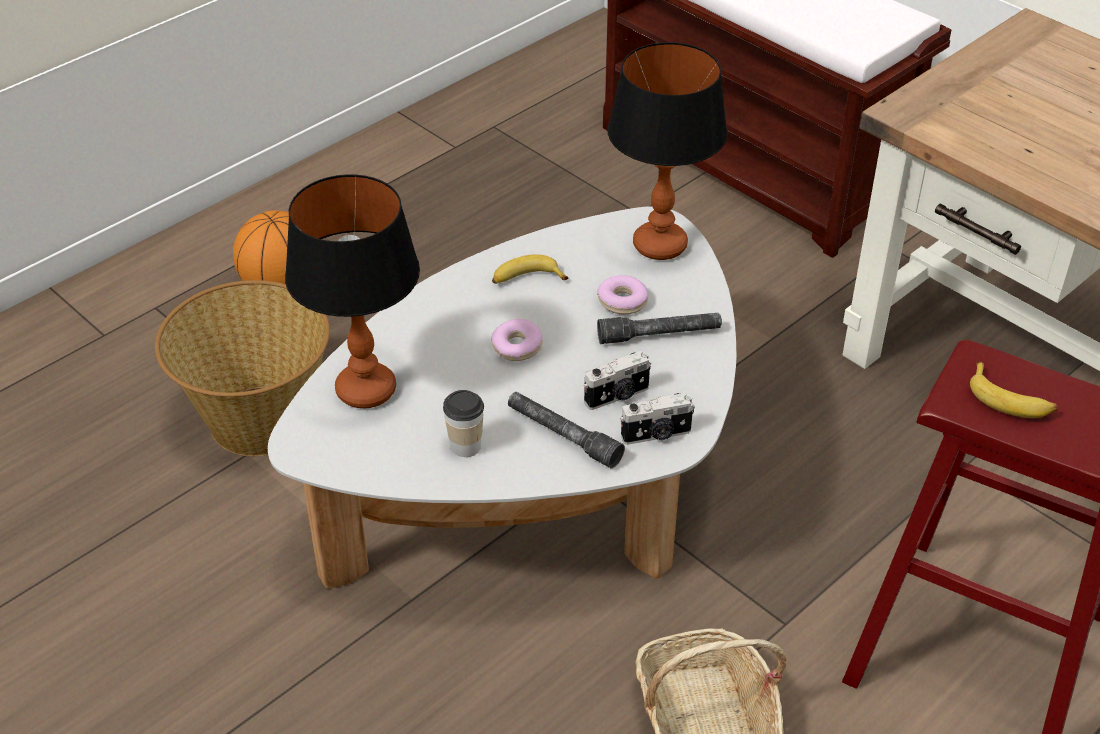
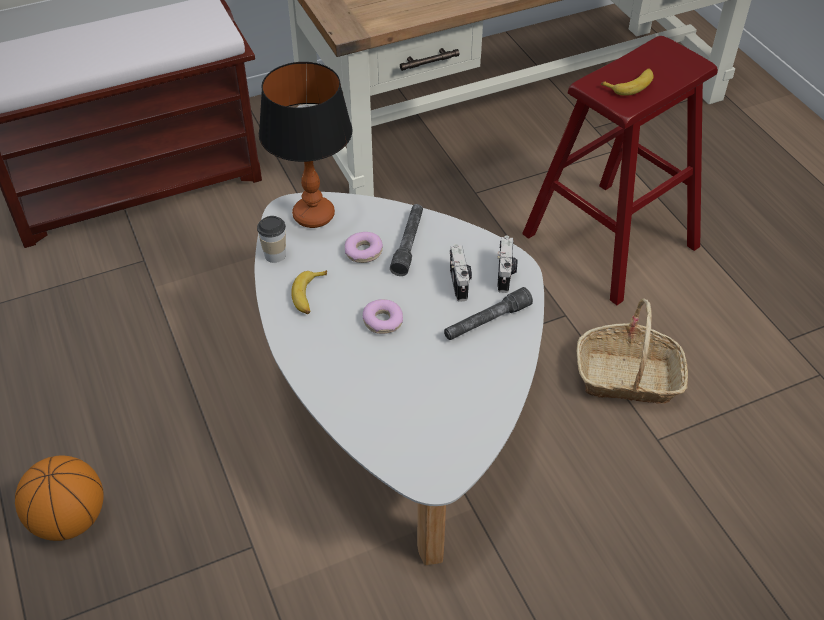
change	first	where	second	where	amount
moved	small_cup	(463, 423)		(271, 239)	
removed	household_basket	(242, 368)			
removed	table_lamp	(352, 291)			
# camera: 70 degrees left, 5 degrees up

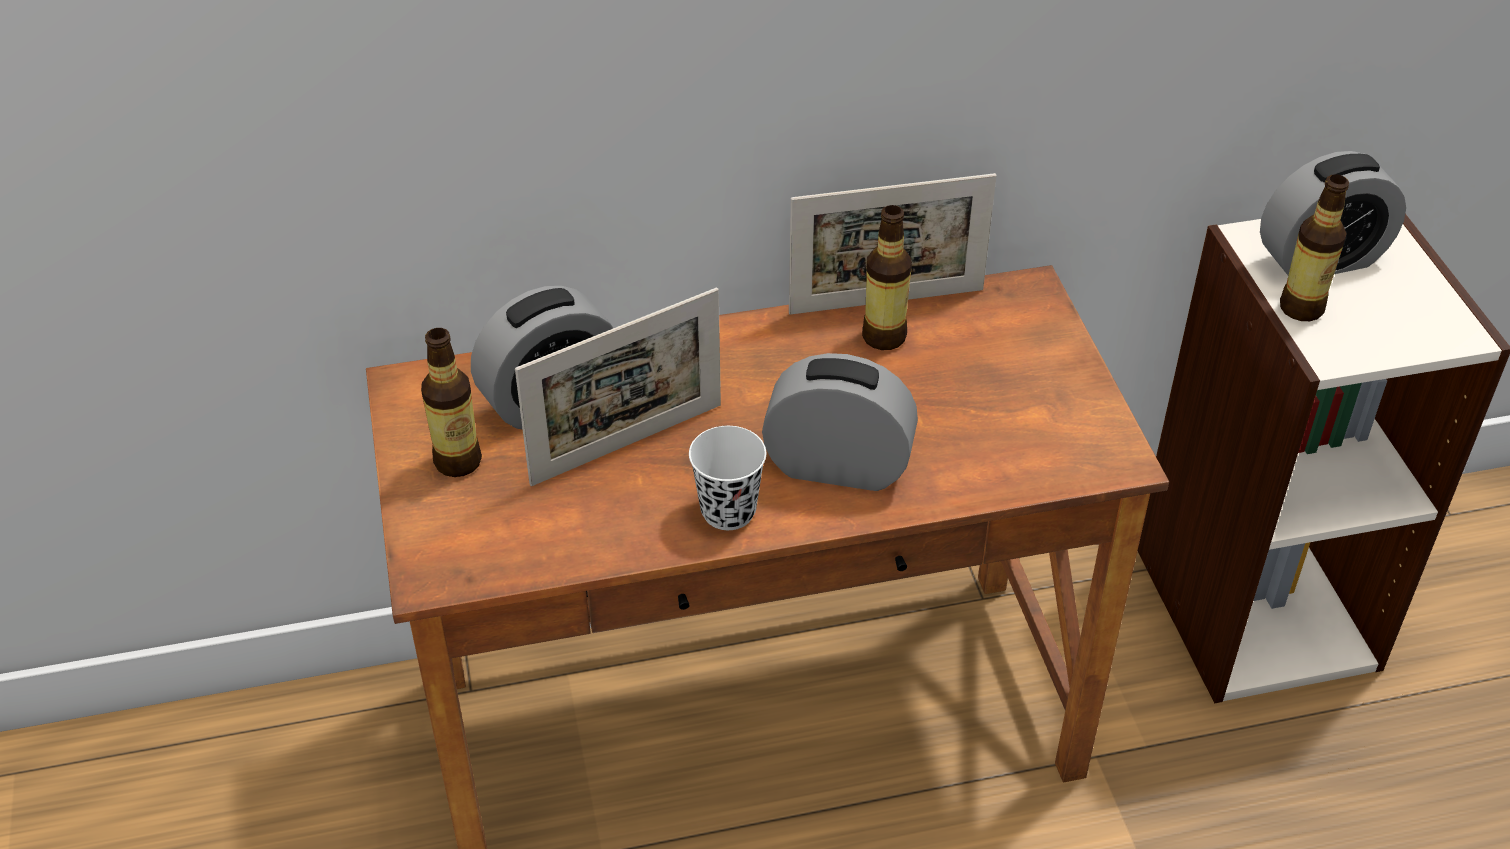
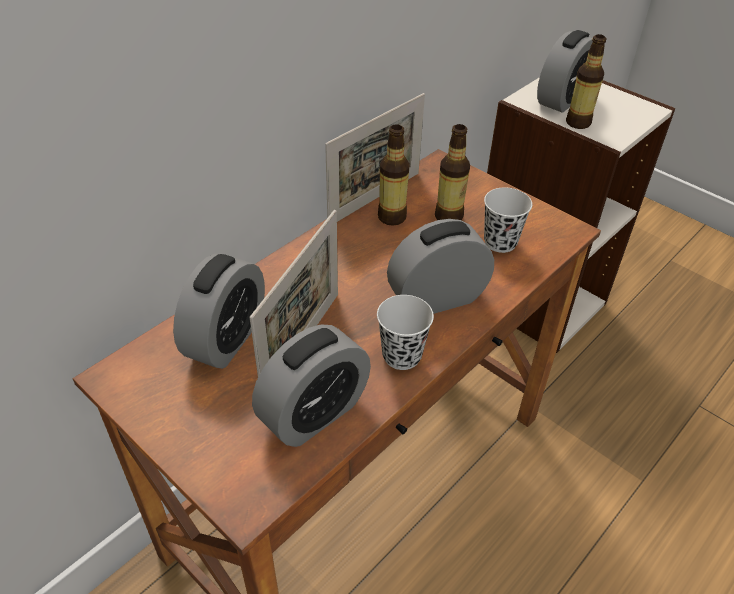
change	first	where	second	where	amount
added			alarm_clock	(311, 386)	
moved	beverage_bottle	(451, 402)		(452, 172)	
added			whitish_small_cup	(508, 220)	
# camera: 35 degrees left, 0 degrees up

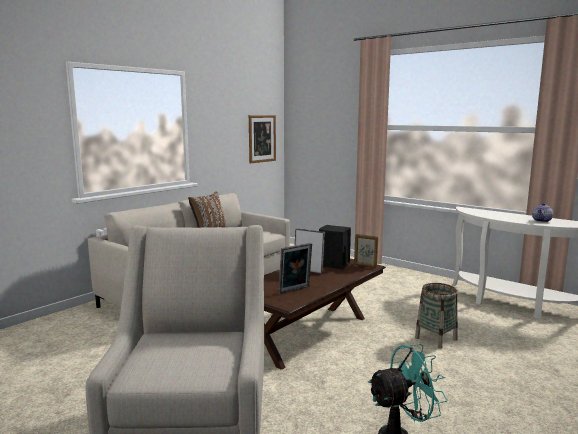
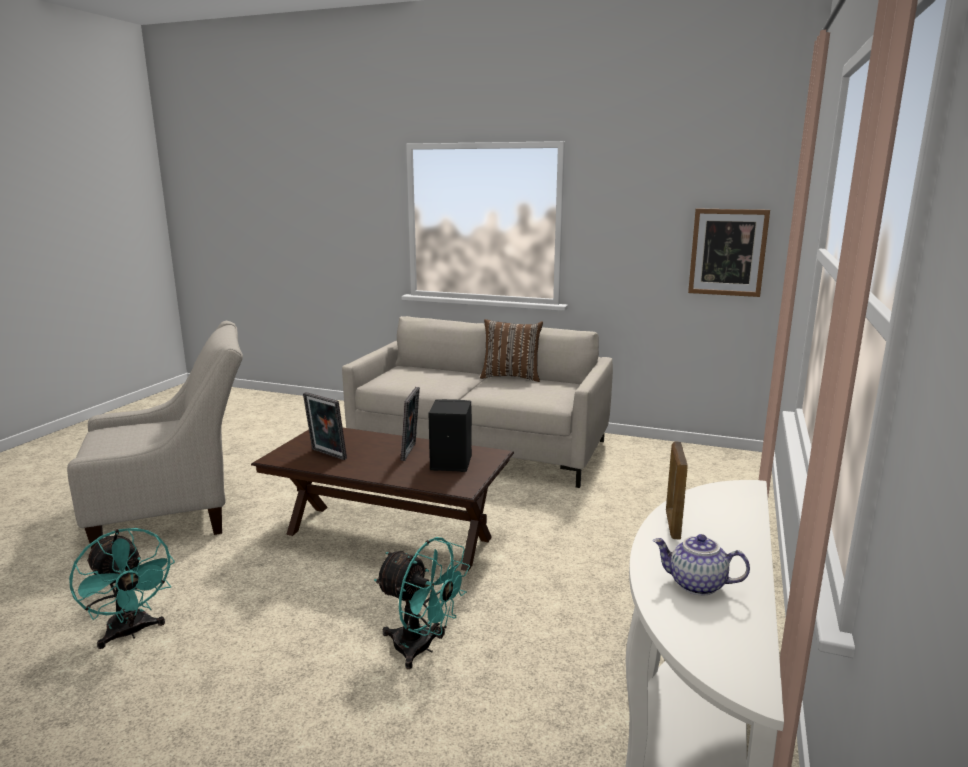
change	first	where	second	where	amount
replaced	household_basket	(436, 316)	blue-green_fan	(422, 603)	
moved	photo_frame	(366, 251)		(677, 490)	
# camera: 70 degrees right, 5 degrees up

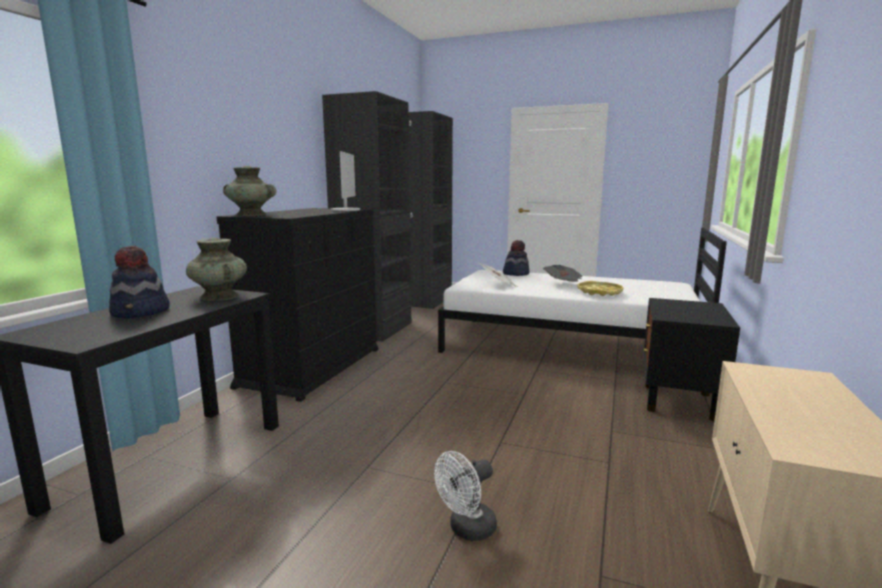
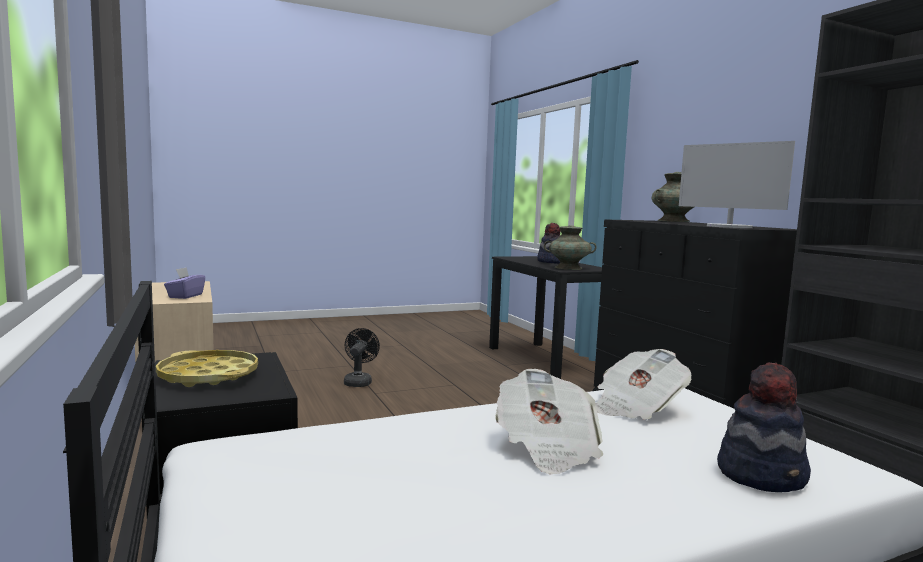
change	first	where	second	where	amount
moved	yellow_serving_tray	(600, 288)		(207, 368)	
added			purple-coloured_tissue_box	(184, 283)	
recoloured	whitish_fan	(465, 496)	black-coloured_fan	(362, 357)	
# camera: 135 degrees right, 5 degrees down

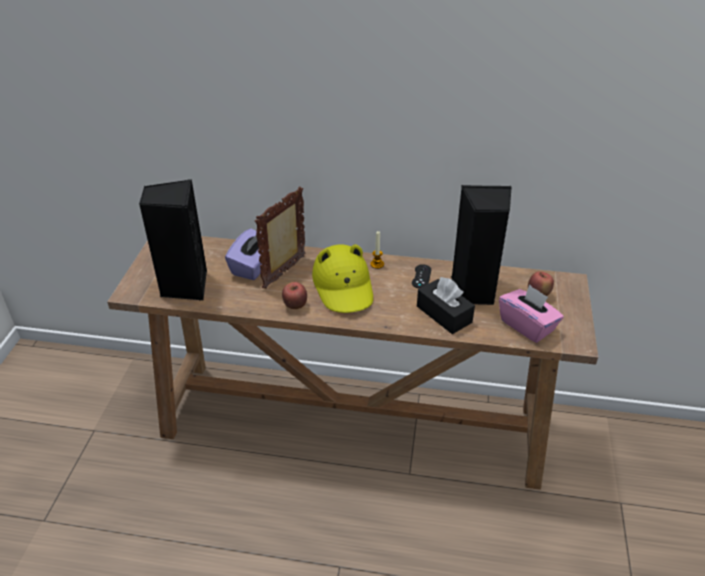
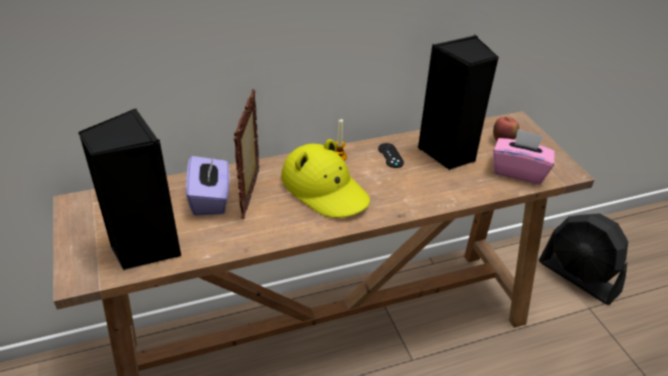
change	first	where	second	where	amount
added			black-coloured_fan	(583, 259)	
removed	apple	(294, 295)			
removed	black-coloured_tissue_box	(446, 305)			
# camera: 30 degrees left, 0 degrees up

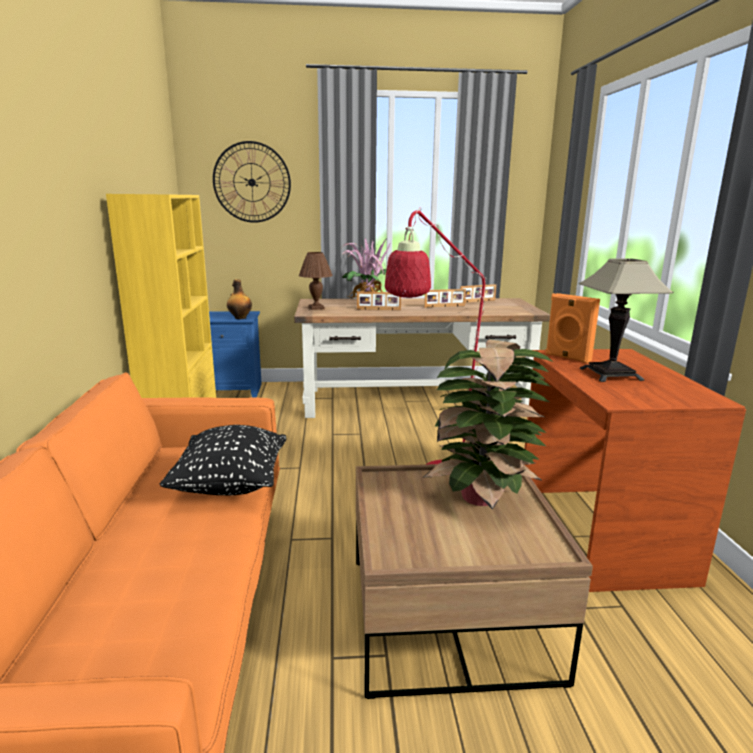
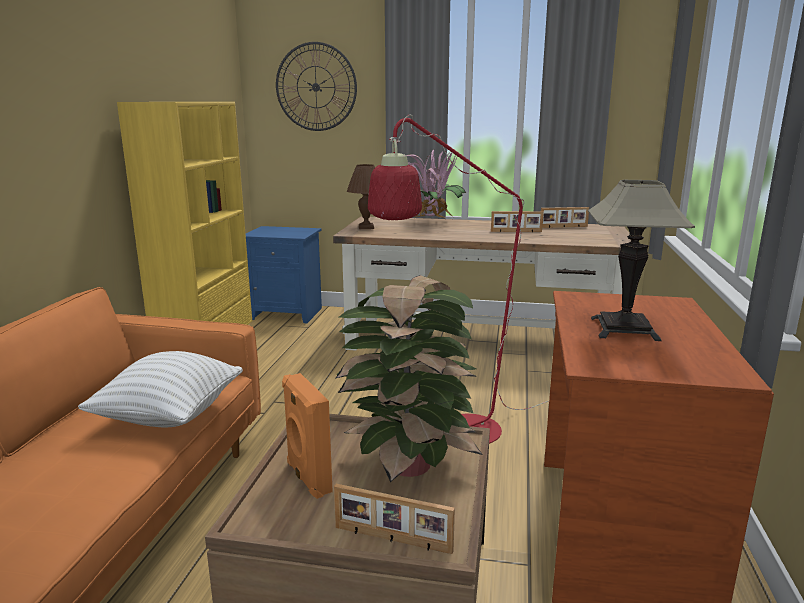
change	first	where	second	where	amount
recoloured	black-coloured_pillow	(223, 460)	whitish_pillow	(160, 389)	
moved	orange_speaker	(572, 328)		(307, 436)	
moved	photo_frame	(379, 300)		(394, 519)	
removed	beverage_bottle	(239, 299)			
# camera: 15 degrees right, 0 degrees up

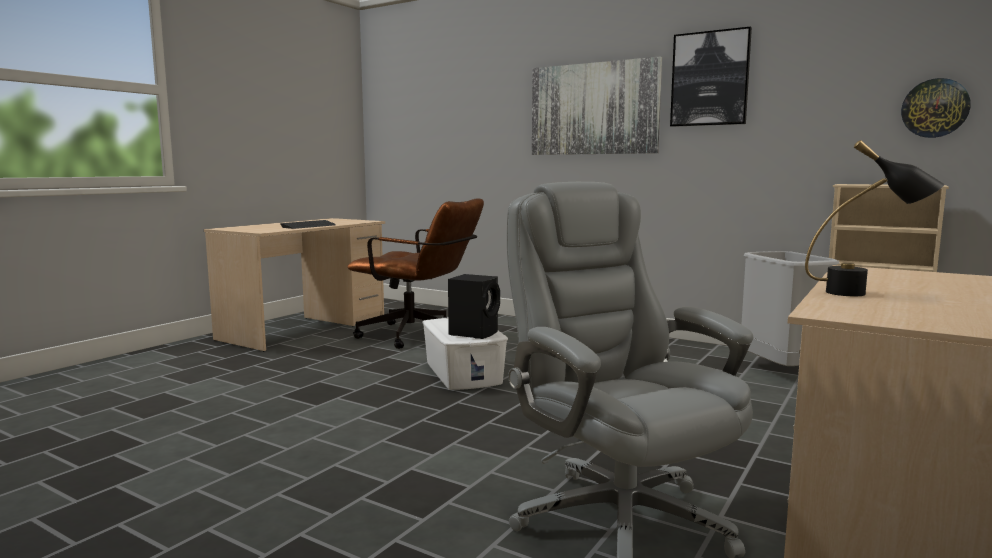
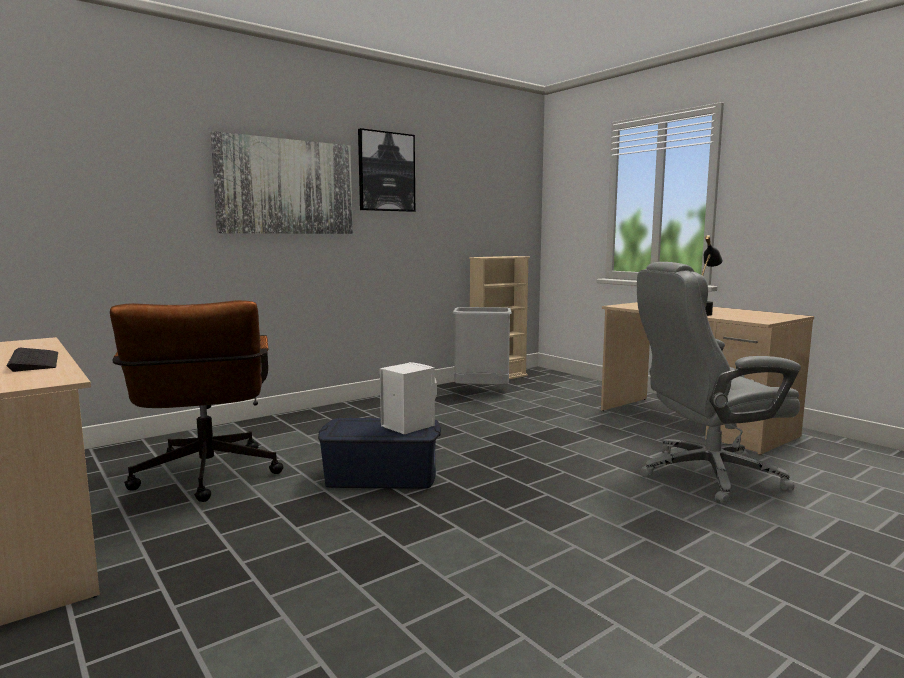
change	first	where	second	where	amount
turned	brownish_desk_chair	(415, 273)		(196, 401)	120 degrees clockwise
recoloured	whitish_storage_bin	(465, 354)	blue-coloured_storage_bin	(379, 453)	
recoloured	black-coloured_speaker	(474, 306)	whitish_speaker	(408, 398)	
removed	wall_clock	(936, 108)			
# camera: 70 degrees left, 0 degrees up

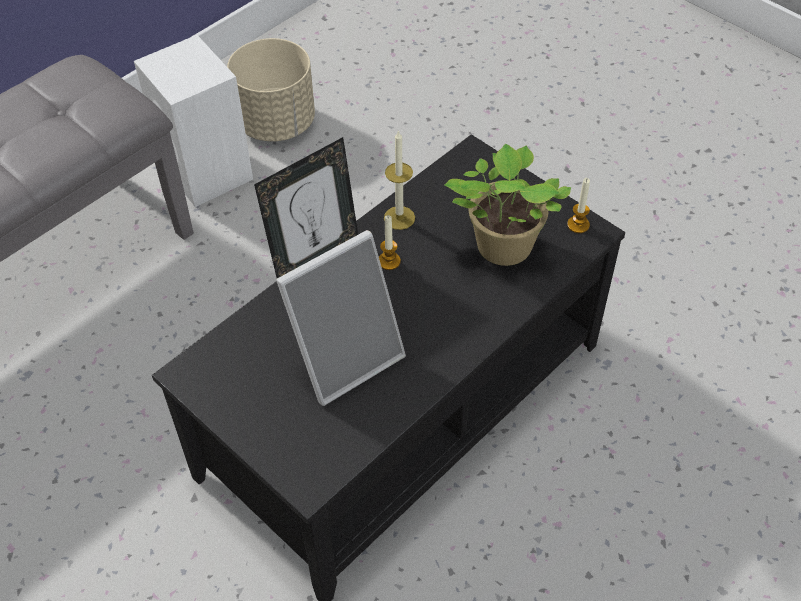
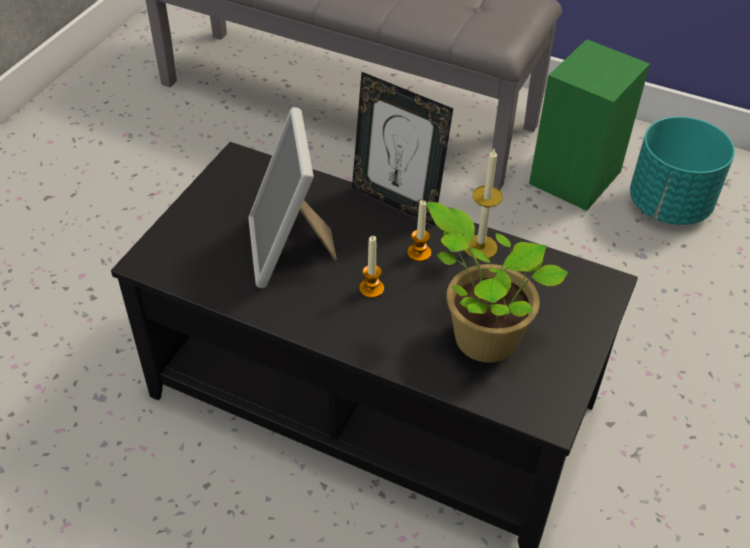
change	first	where	second	where	amount
turned	photo_frame	(341, 318)		(292, 197)	45 degrees clockwise
moved	wax_light	(578, 205)		(371, 267)	
recoloured	whitish_speaker	(193, 121)	green-coloured_speaker	(589, 125)	
recoloured	beige_plant_pot	(271, 90)	blue-green_plant_pot	(682, 171)	
# camera: 70 degrees right, 5 degrees down

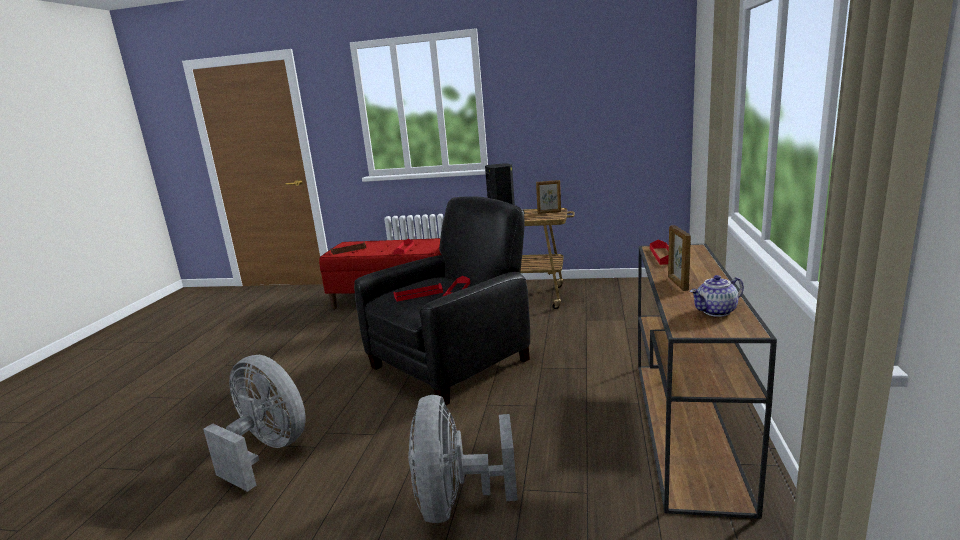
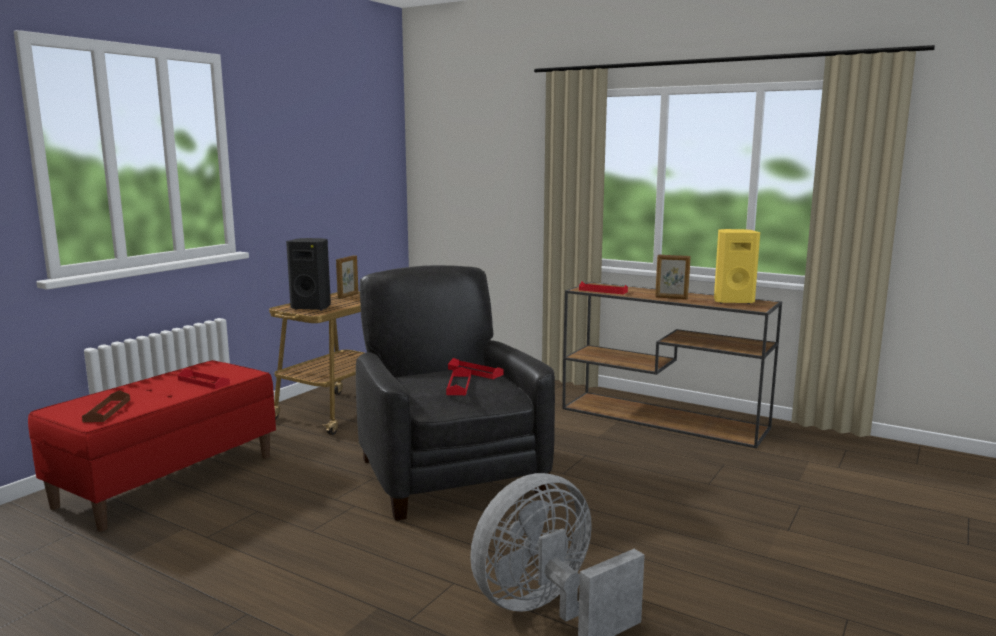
change	first	where	second	where	amount
replaced	teapot	(717, 296)	yellow_speaker	(737, 266)	
removed	greyish_fan	(463, 459)			
# camera: 70 degrees left, 5 degrees down

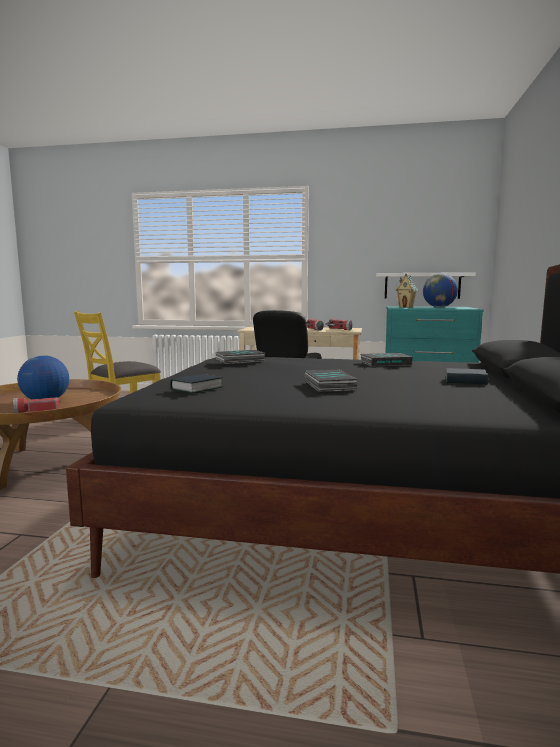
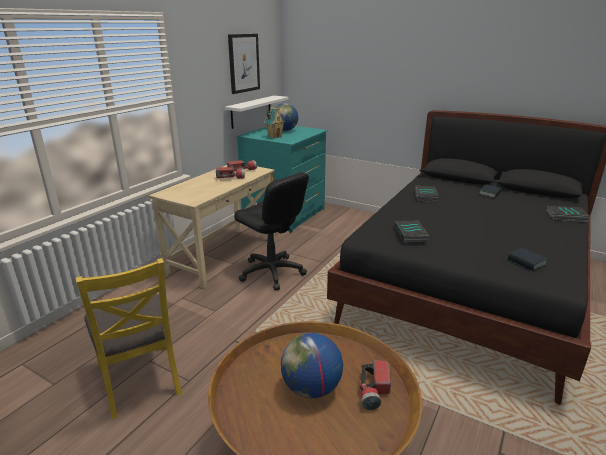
change	first	where	second	where	amount
added			wall_art	(244, 64)	
moved	volume	(331, 381)		(568, 214)	
# camera: 70 degrees left, 15 degrees up

